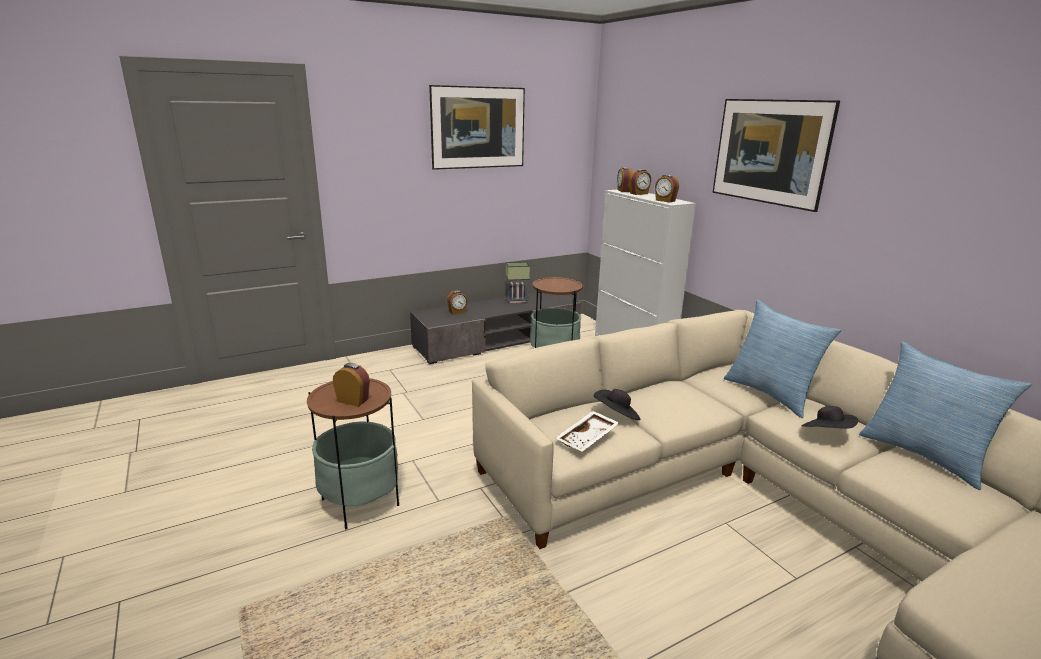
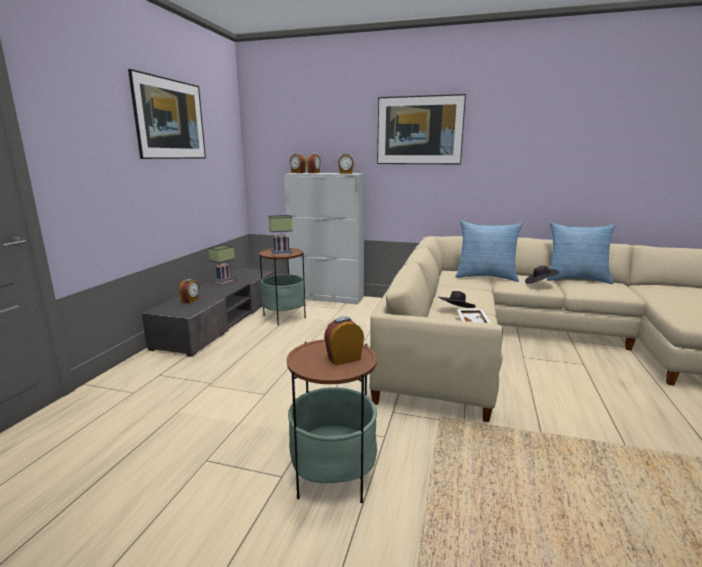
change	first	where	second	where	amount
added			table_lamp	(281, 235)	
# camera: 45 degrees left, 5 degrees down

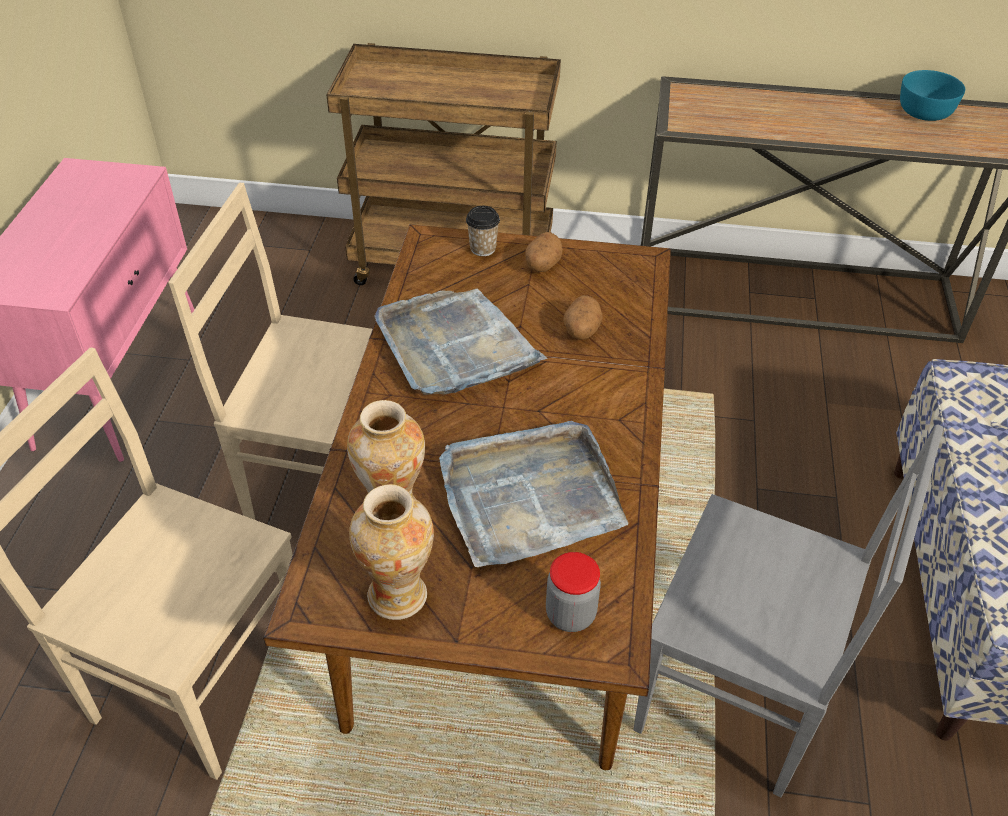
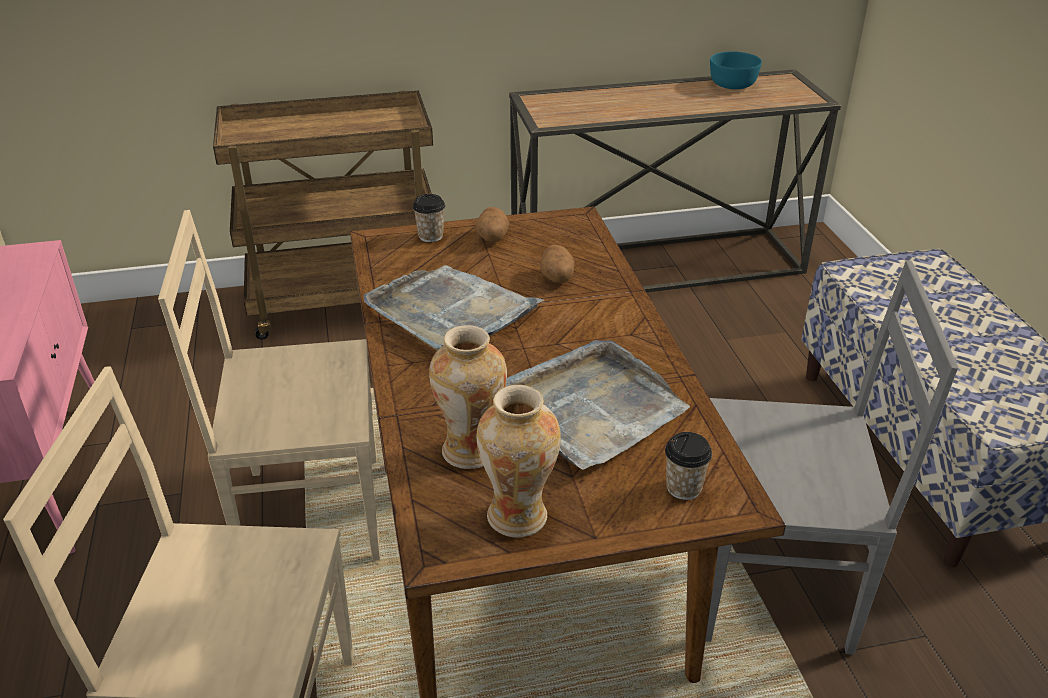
change	first	where	second	where	amount
replaced	storage_jar	(573, 592)	small_cup	(688, 466)	
# camera: 20 degrees left, 10 degrees down

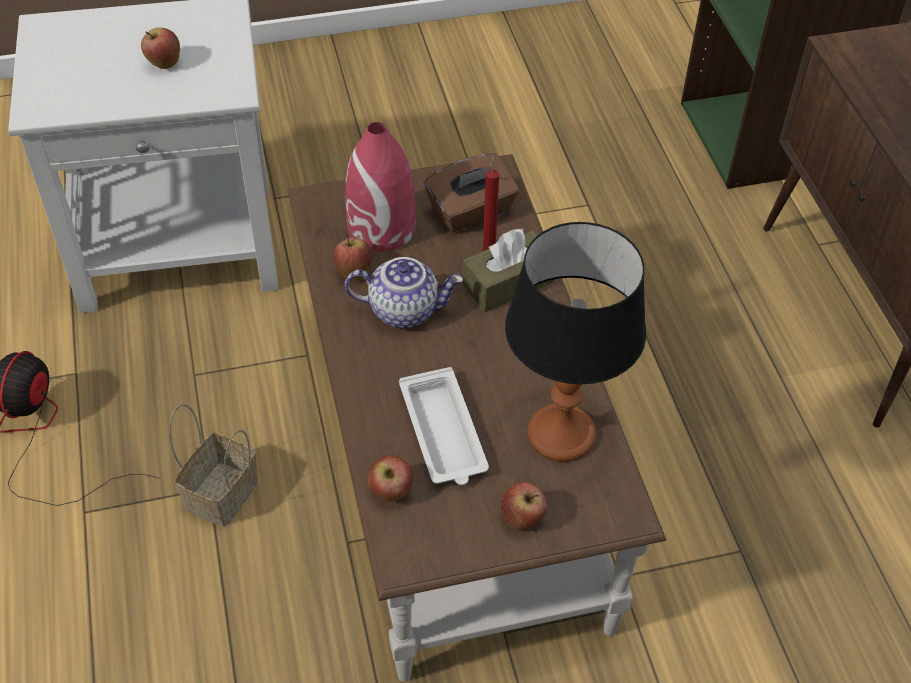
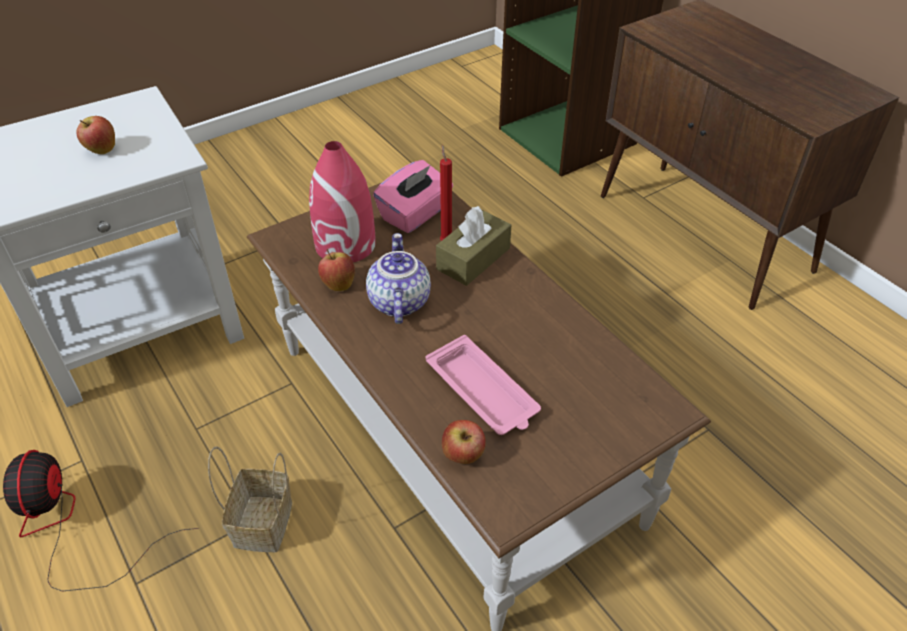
change	first	where	second	where	amount
turned	teapot	(404, 292)		(398, 278)	75 degrees counterclockwise
recoloured	brownish_tissue_box	(472, 193)	pinkish_tissue_box	(413, 196)	
recoloured	whitish_serving_tray	(444, 426)	pinkish_serving_tray	(483, 385)	
removed	apple	(523, 505)			
removed	table_lamp	(575, 342)			
# camera: 20 degrees left, 5 degrees down

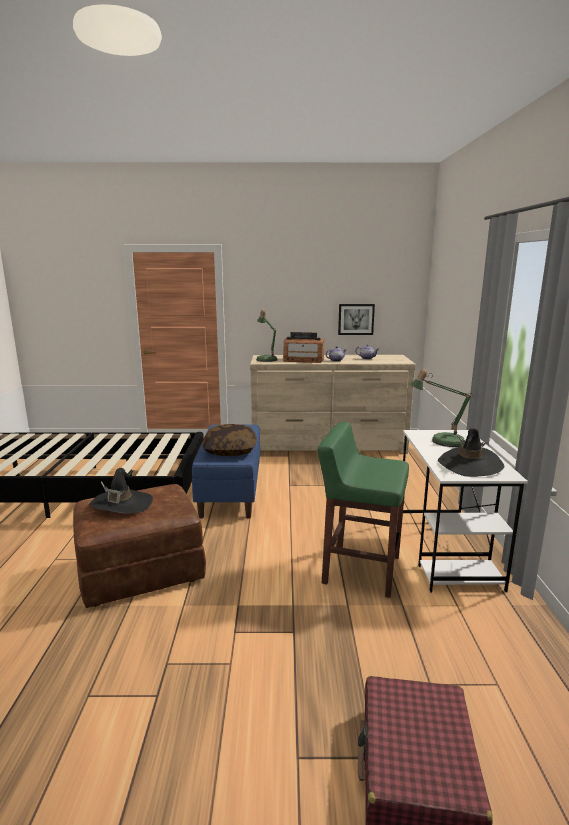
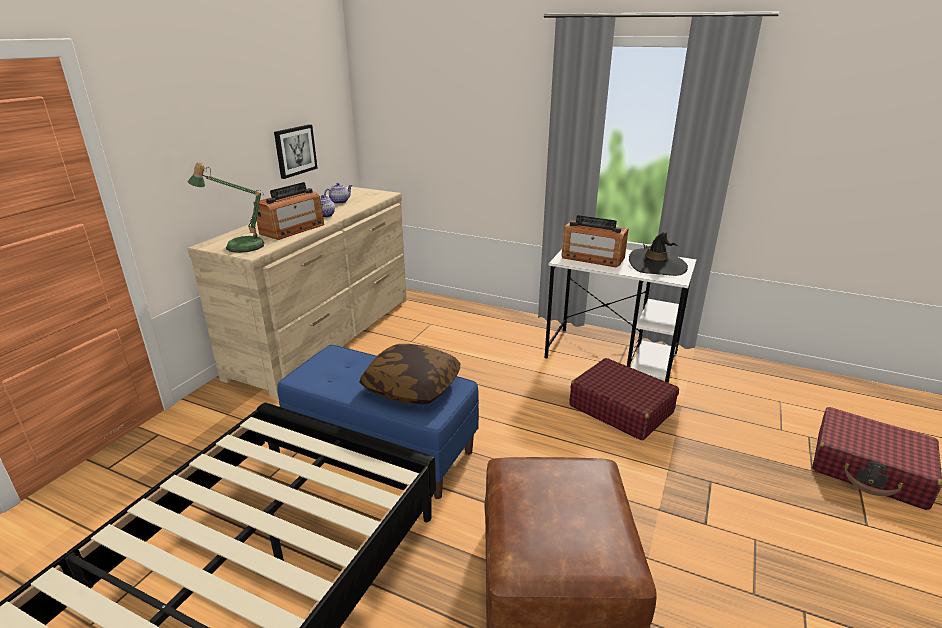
change	first	where	second	where	amount
replaced	table_lamp	(441, 408)	radio_receiver	(595, 241)	
replaced	green-coloured_sitting_stool	(363, 510)	red_piece_of_luggage	(624, 399)	
removed	black-coloured_wearable_hat	(121, 491)			
# camera: 65 degrees left, 10 degrees up

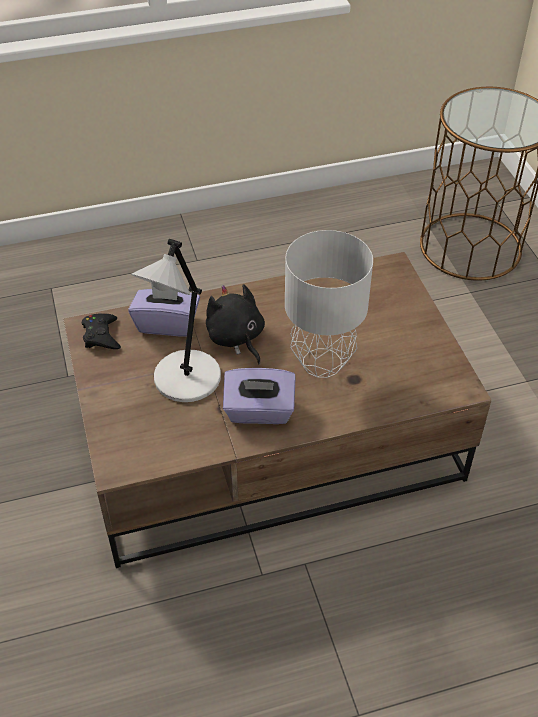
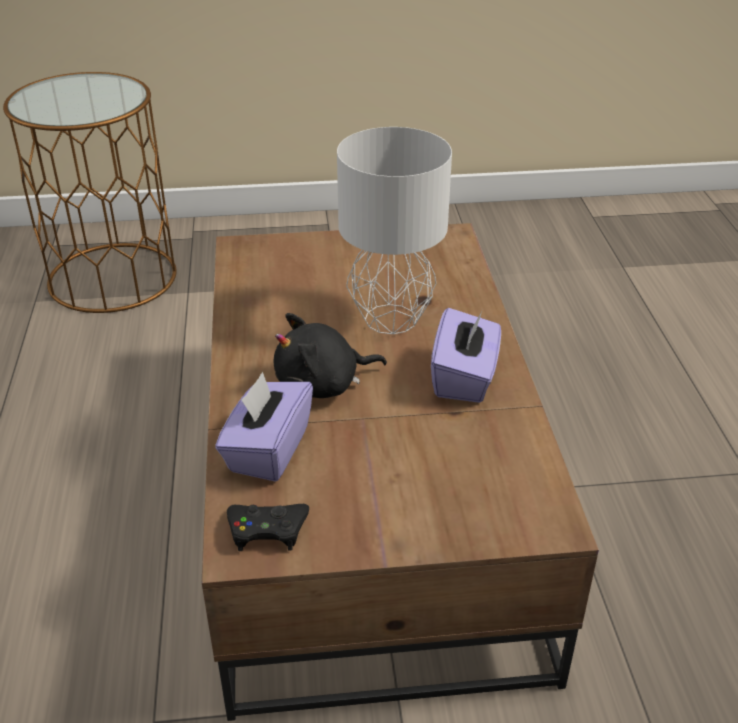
change	first	where	second	where	amount
removed	greyish_table_lamp	(176, 320)			
# camera: 80 degrees left, 10 degrees down

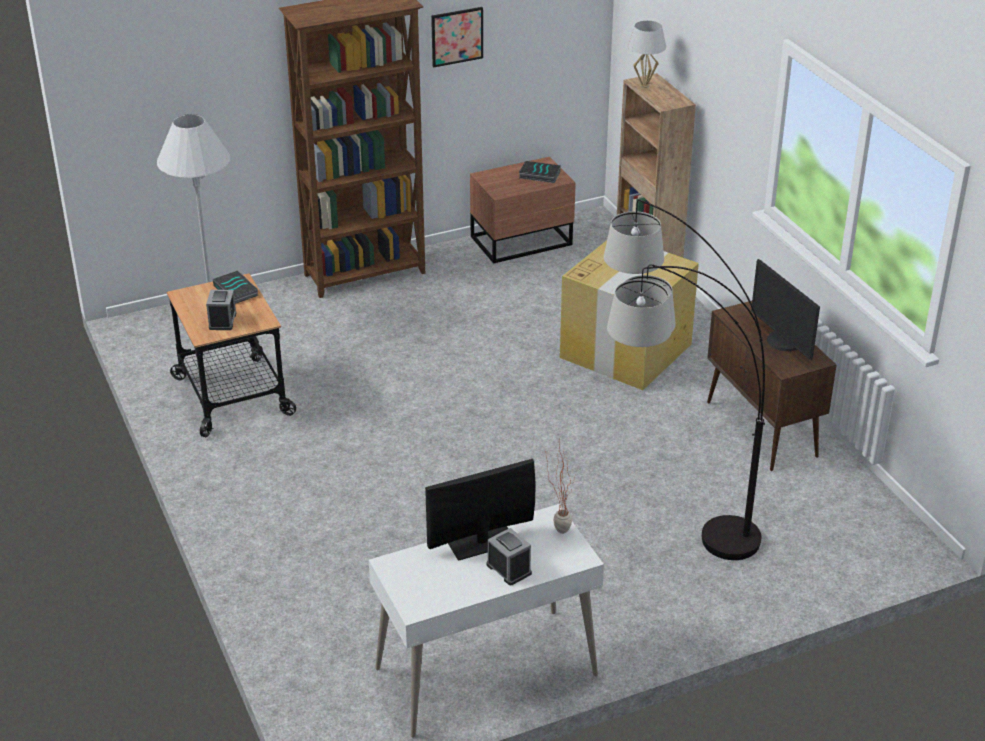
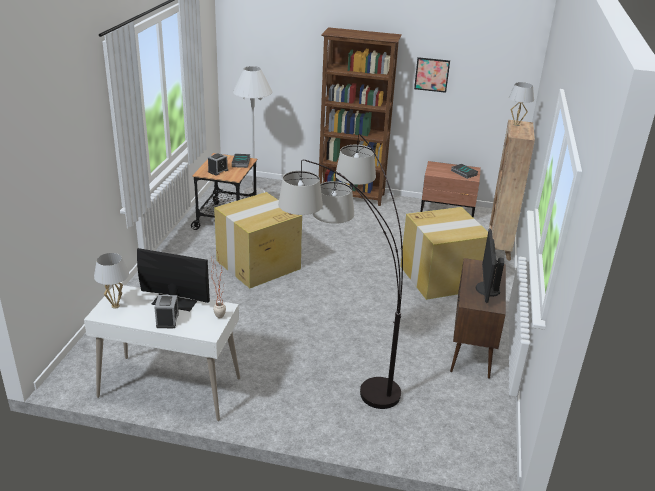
change	first	where	second	where	amount
added			whitish_table_lamp	(111, 281)	
added			carton	(258, 240)	
# camera: 35 degrees right, 5 degrees down

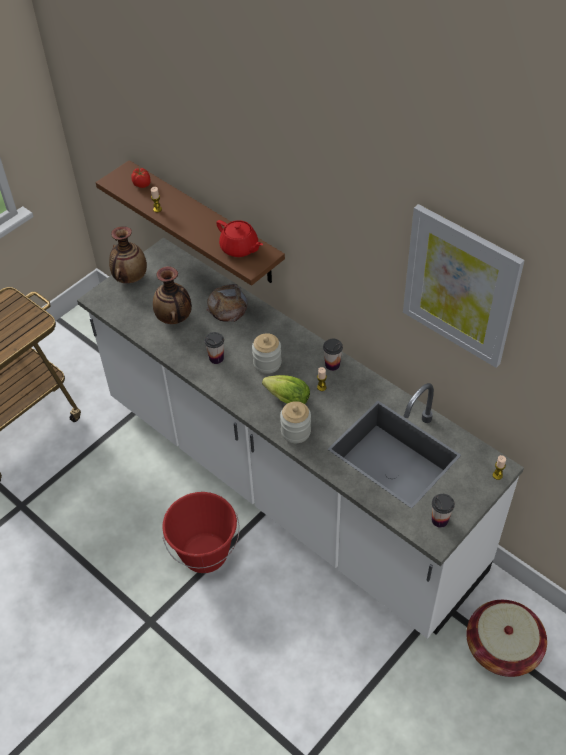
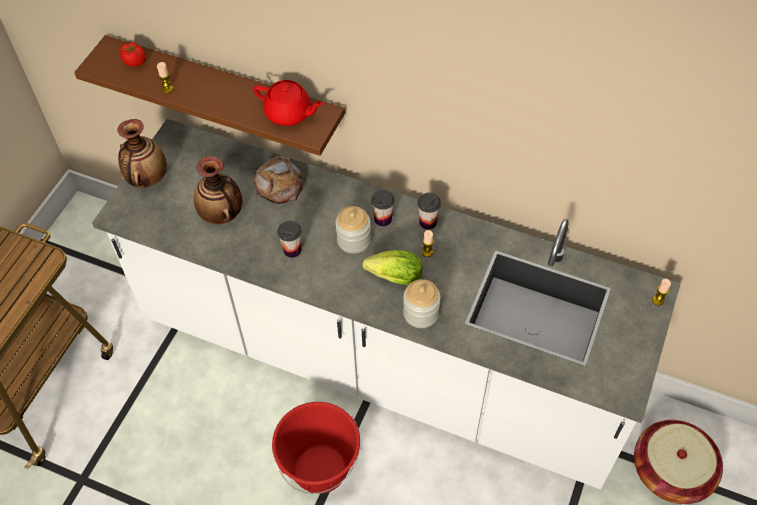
change	first	where	second	where	amount
moved	small_cup	(443, 511)		(383, 208)	
removed	wall_art	(464, 286)			
# camera: 20 degrees left, 5 degrees up

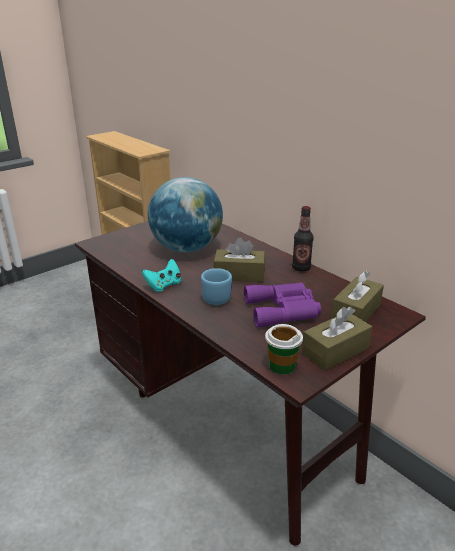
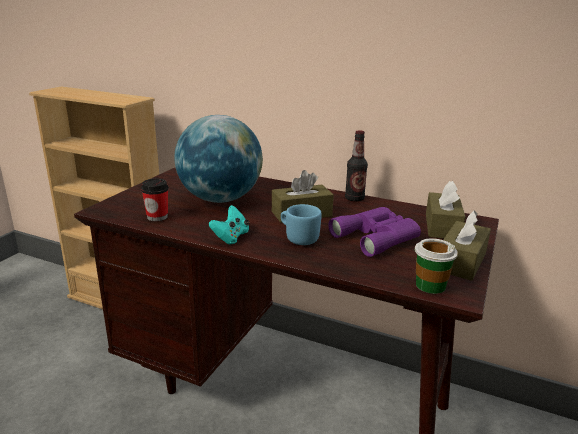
change	first	where	second	where	amount
added			small_cup	(155, 200)	
# camera: 25 degrees left, 5 degrees down

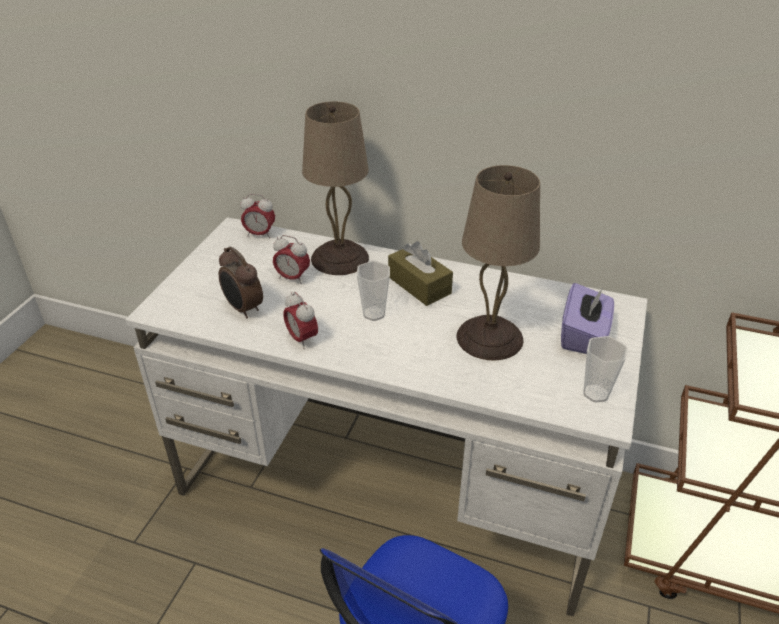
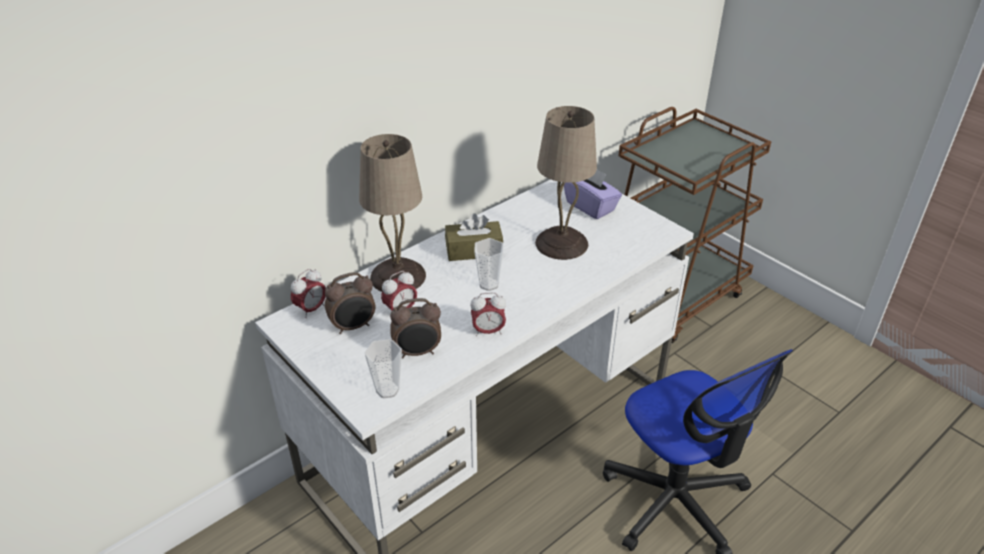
change	first	where	second	where	amount
added			alarm_clock	(350, 303)	
moved	small_cup	(605, 369)		(383, 368)	
# camera: 60 degrees left, 0 degrees up

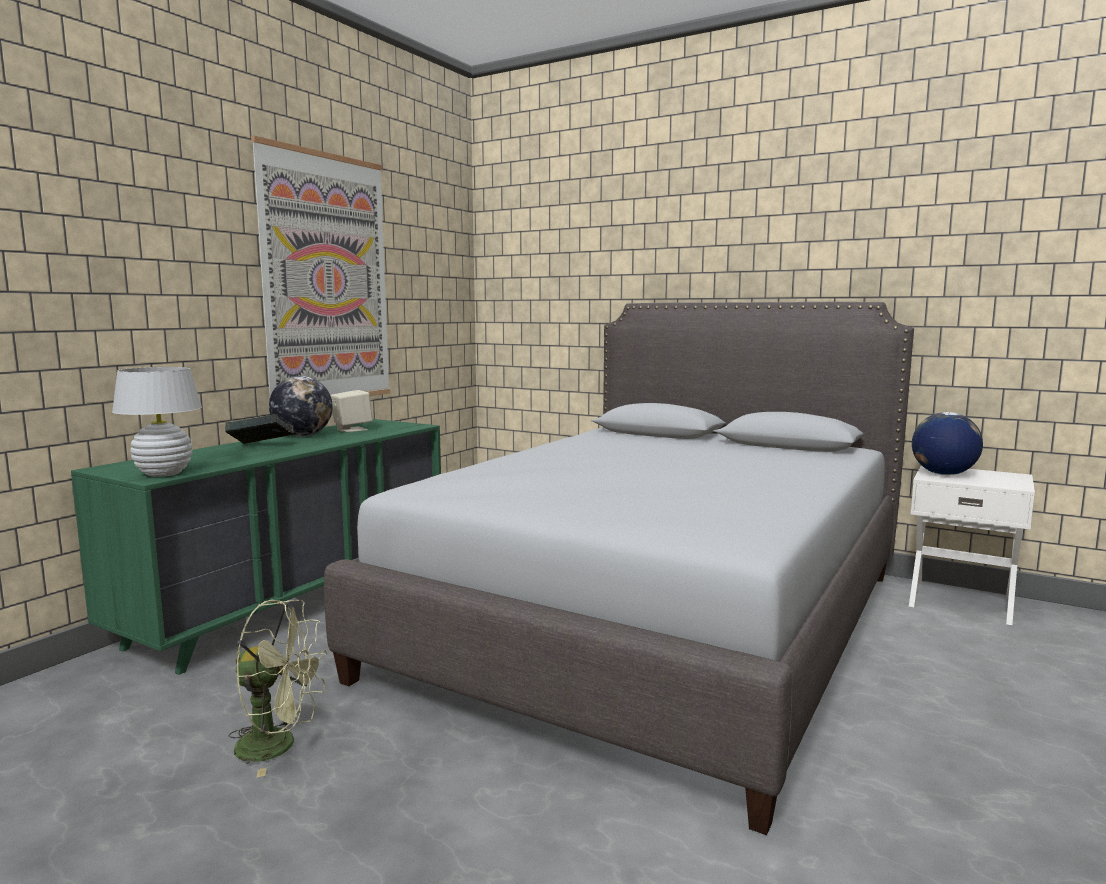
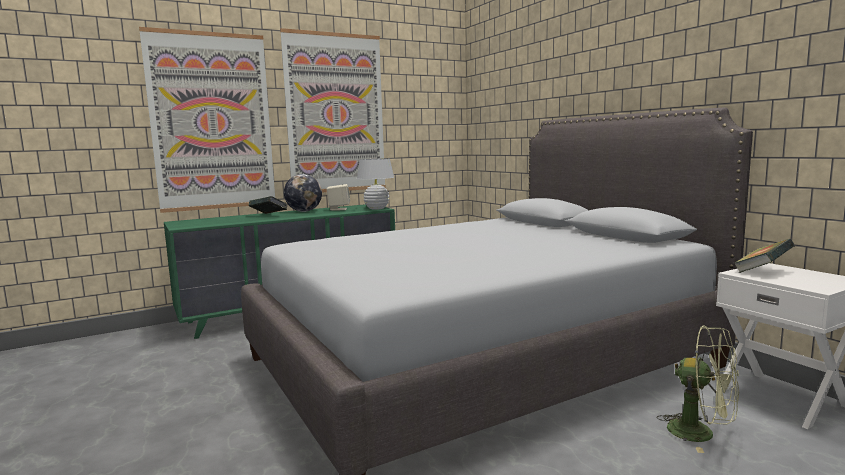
change	first	where	second	where	amount
added			wall_art	(207, 120)	
moved	whitish_table_lamp	(157, 422)		(375, 184)	
moved	green-coloured_fan	(278, 688)		(698, 389)	
replaced	desk_globe	(947, 443)	volume	(763, 256)	
# camera: 30 degrees right, 0 degrees up

